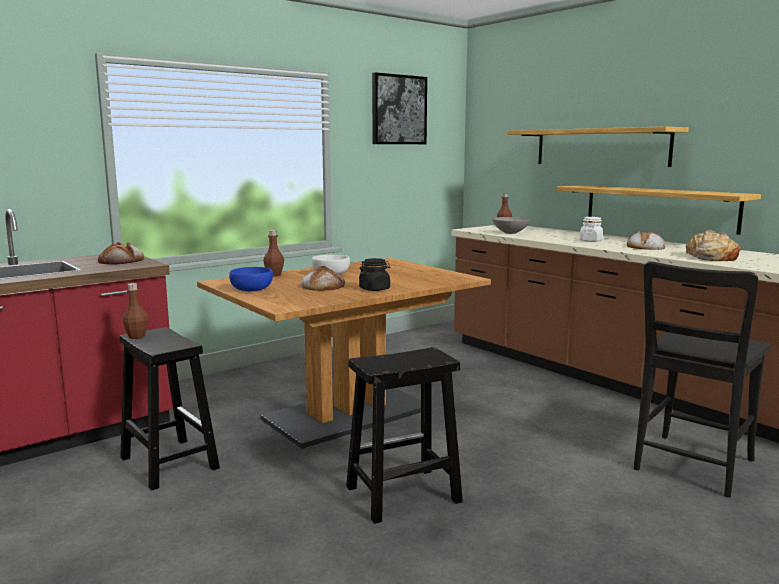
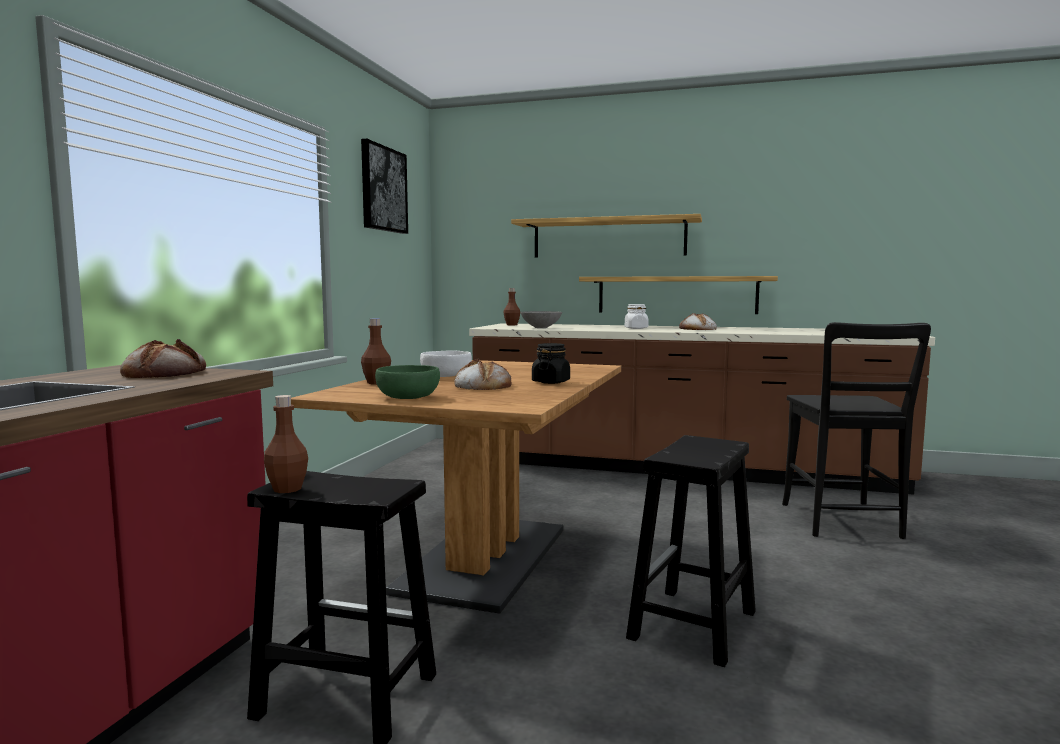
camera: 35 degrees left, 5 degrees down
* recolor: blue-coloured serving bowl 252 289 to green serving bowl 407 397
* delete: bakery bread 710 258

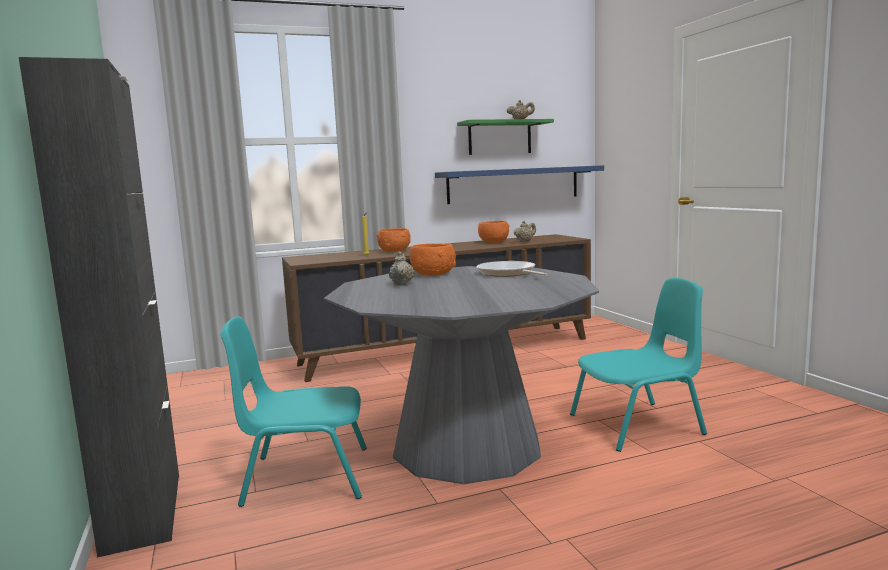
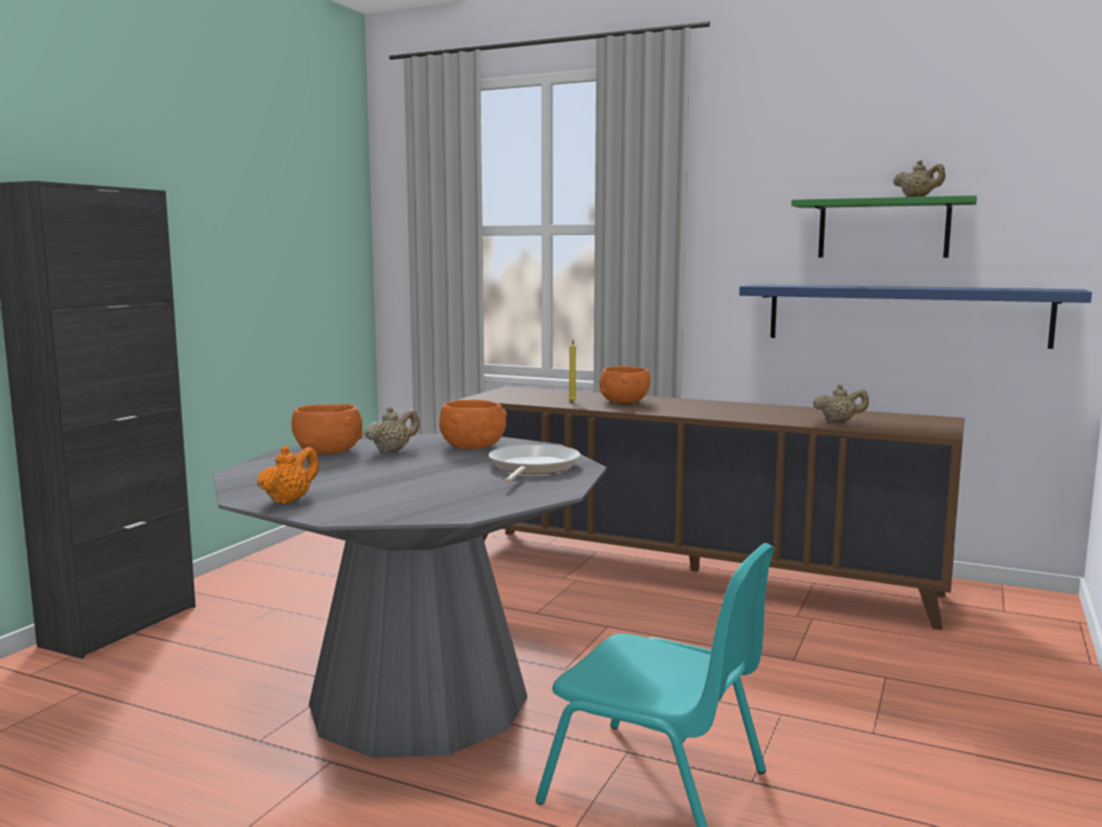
camera: 45 degrees right, 0 degrees up
* delete: blue-green plain chair 305 476
* move: orange serving bowl 493 242 to 327 451
* insert: orange pot for tea 289 500

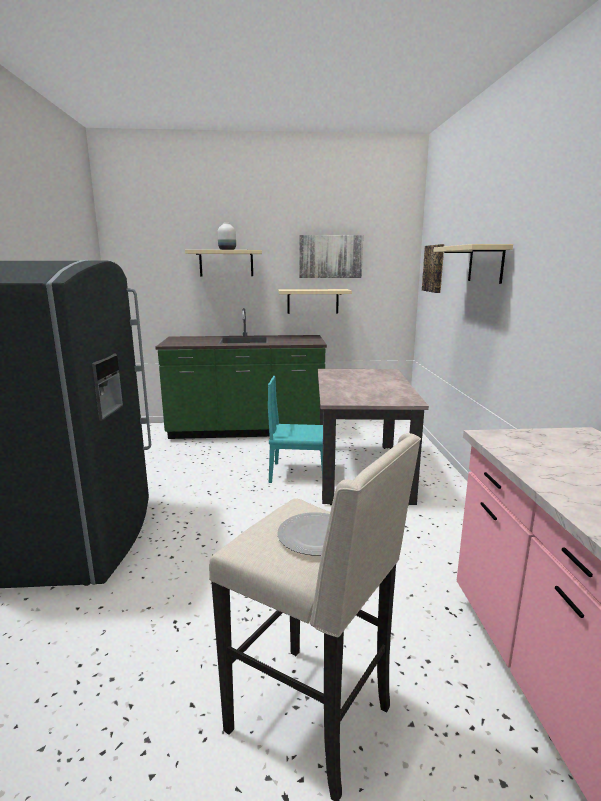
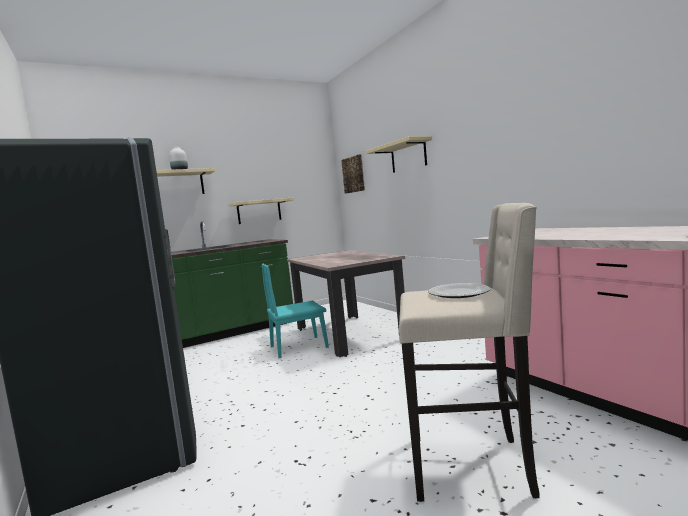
camera: 25 degrees left, 10 degrees down
* delete: picture 330 256

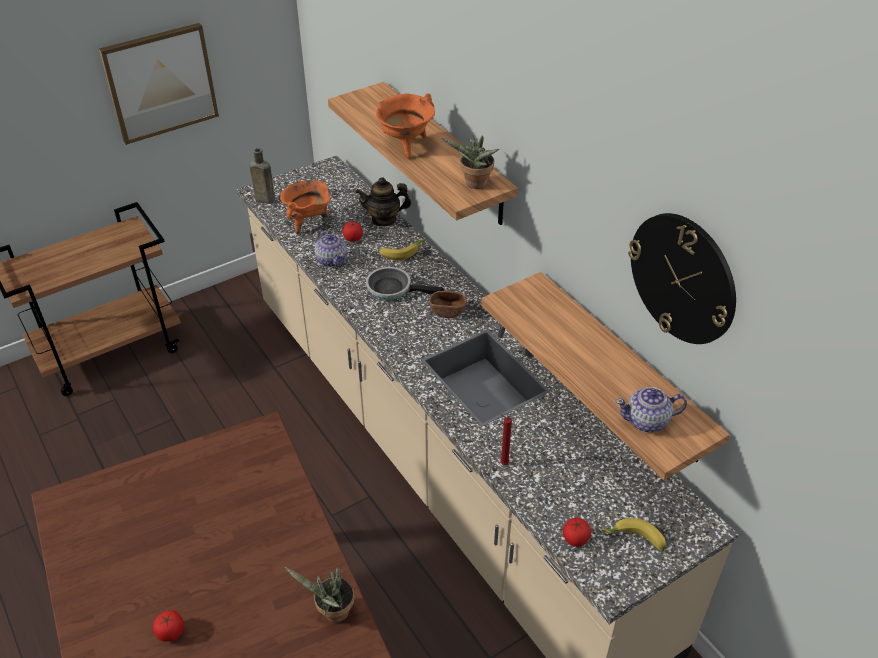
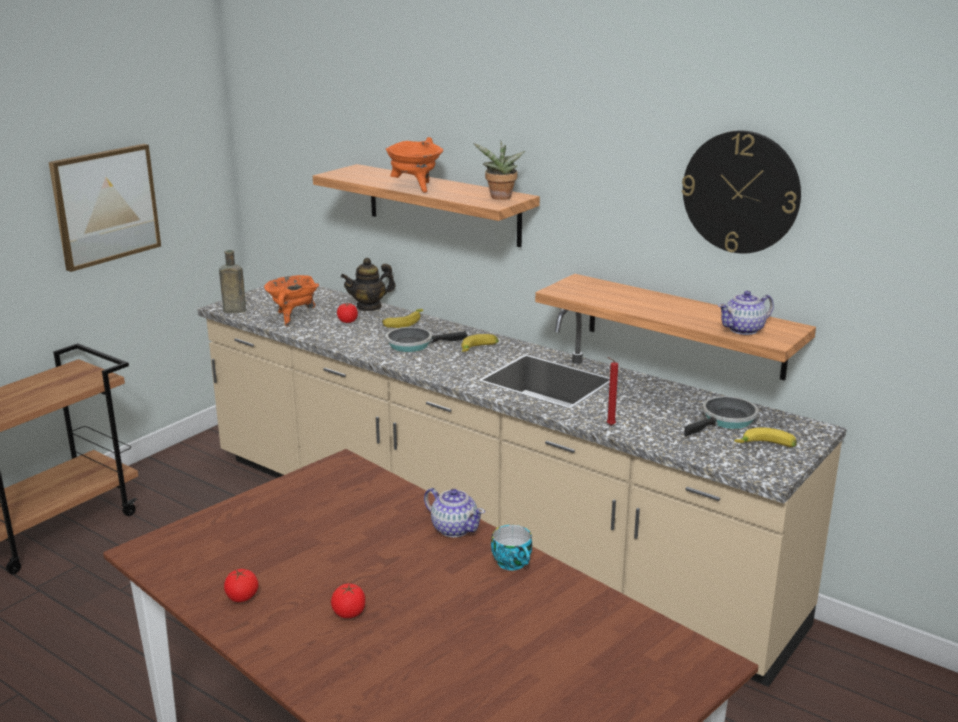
camera: 20 degrees left, 20 degrees down
* replace: houseplant 332 613 to drinking cup 513 563
* move: pot for tea 332 260 to 454 528
* replace: brownish serving bowl 447 311 to banana fruit 479 349
* move: fresh tomato 575 539 to 242 597
* insert: pan 726 420

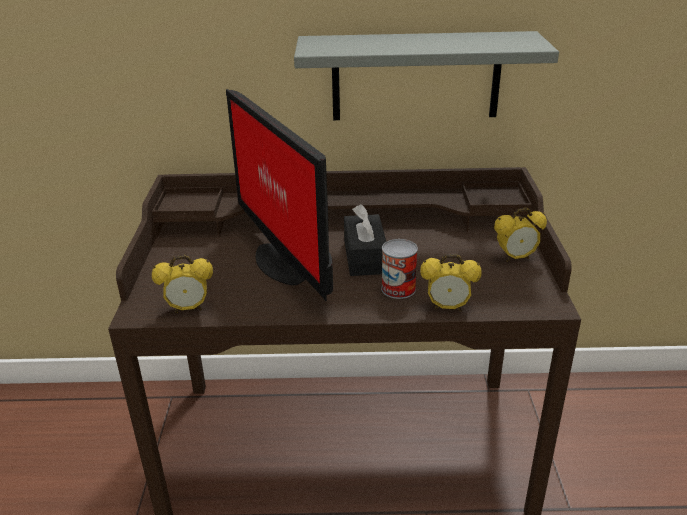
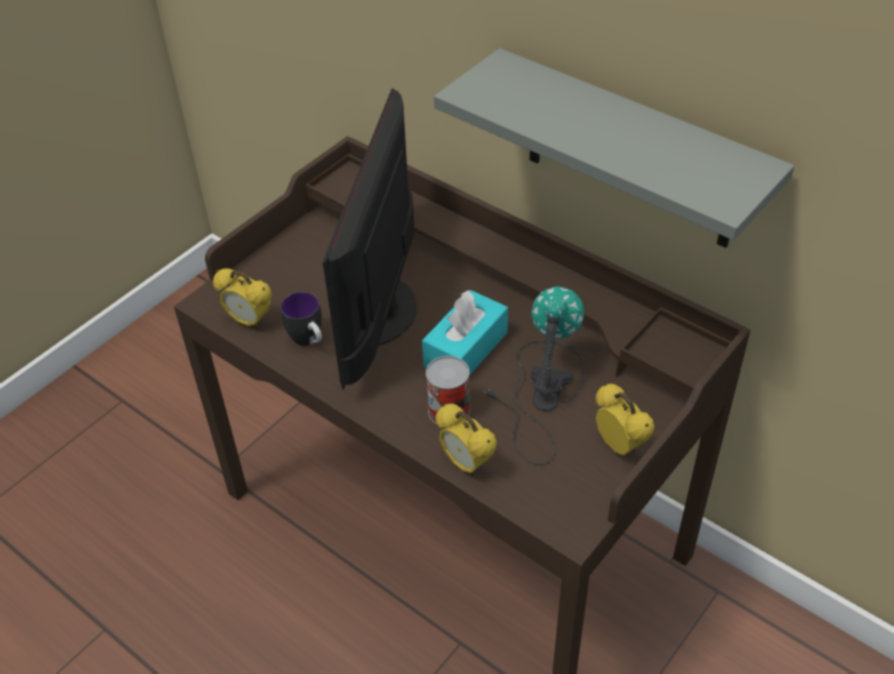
camera: 40 degrees right, 15 degrees up
* recolor: black box of tissues 365 257 to blue-green box of tissues 466 349
* rotate: table clock 515 258 = 619 446 150 degrees counterclockwise
* insert: coffee mug 309 342
* insert: lamp for a table 540 394

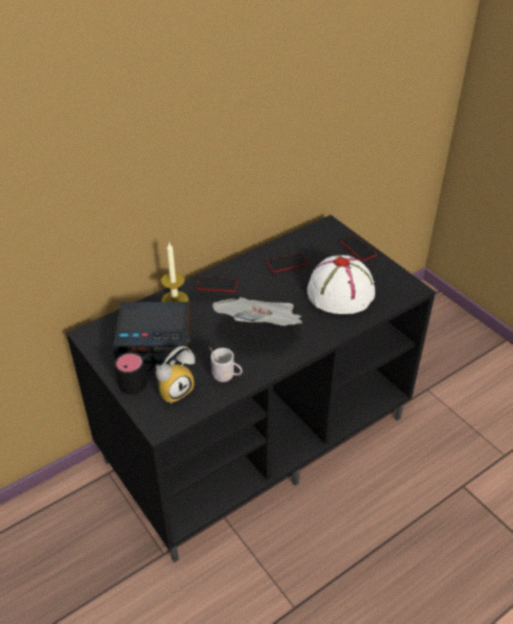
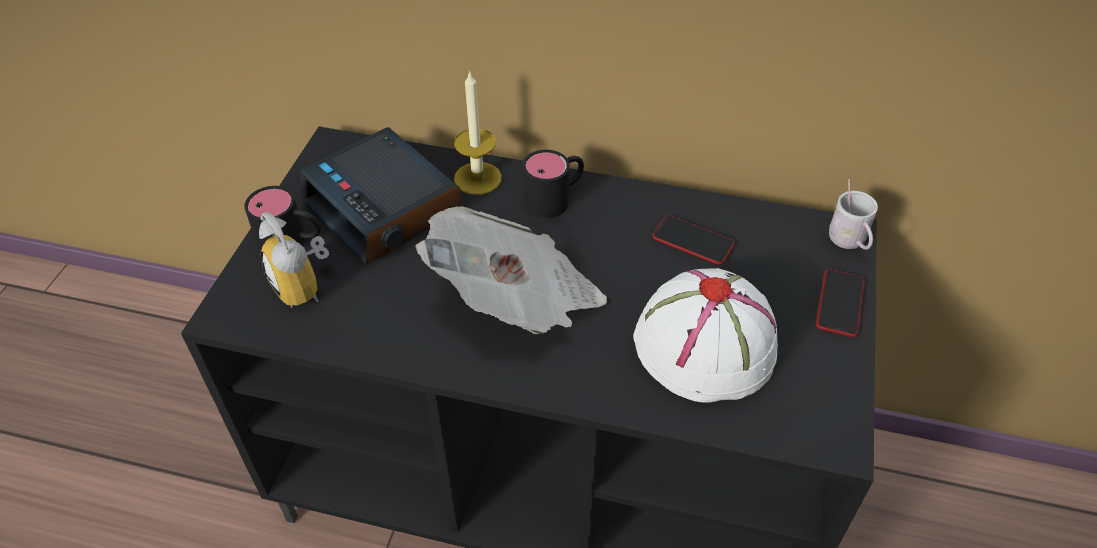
camera: 50 degrees right, 5 degrees up
* rotate: table clock 175 389 = 305 287 45 degrees clockwise
* replace: handset 216 285 to black coffee mug 555 198
* move: white-coloured coffee mug 226 377 to 848 243

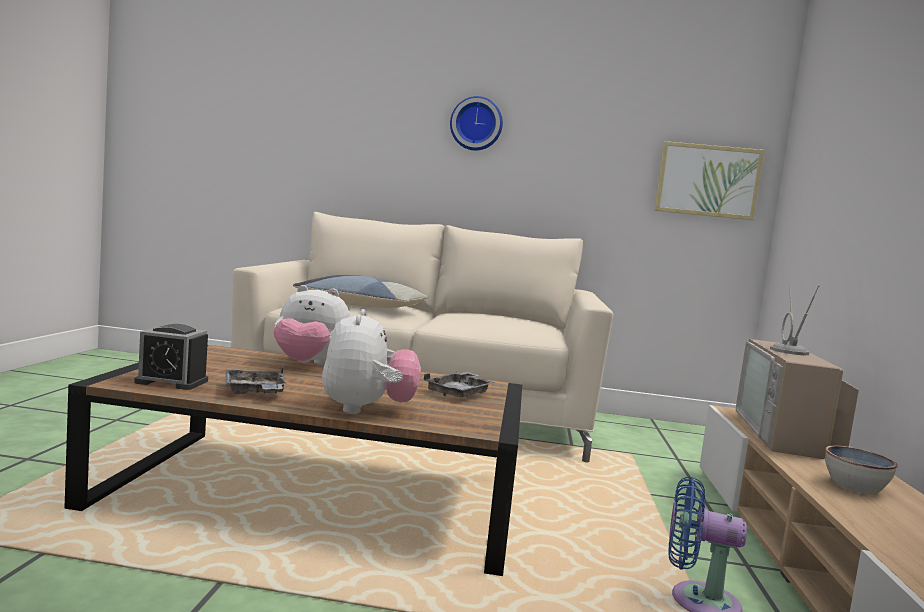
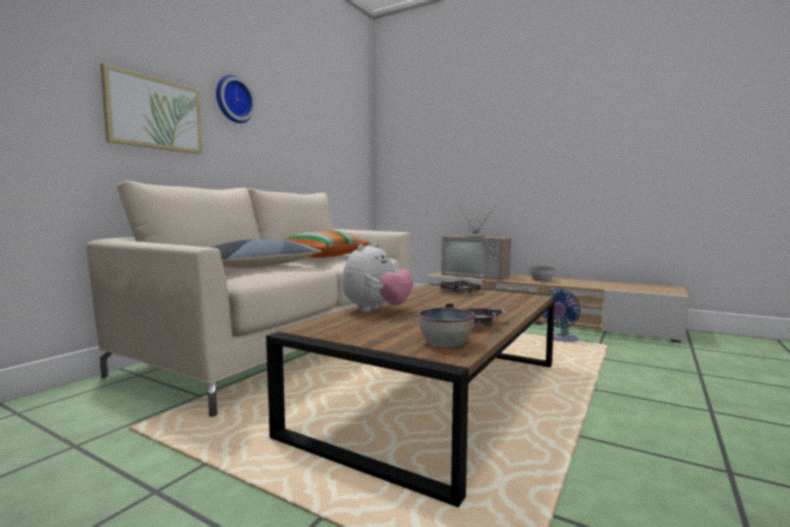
camera: 65 degrees left, 0 degrees up
* replace: table clock 172 381 to serving bowl 445 342
* delete: plush toy 367 410
* move: picture 707 181 to 154 113
* insert: cushion 322 256

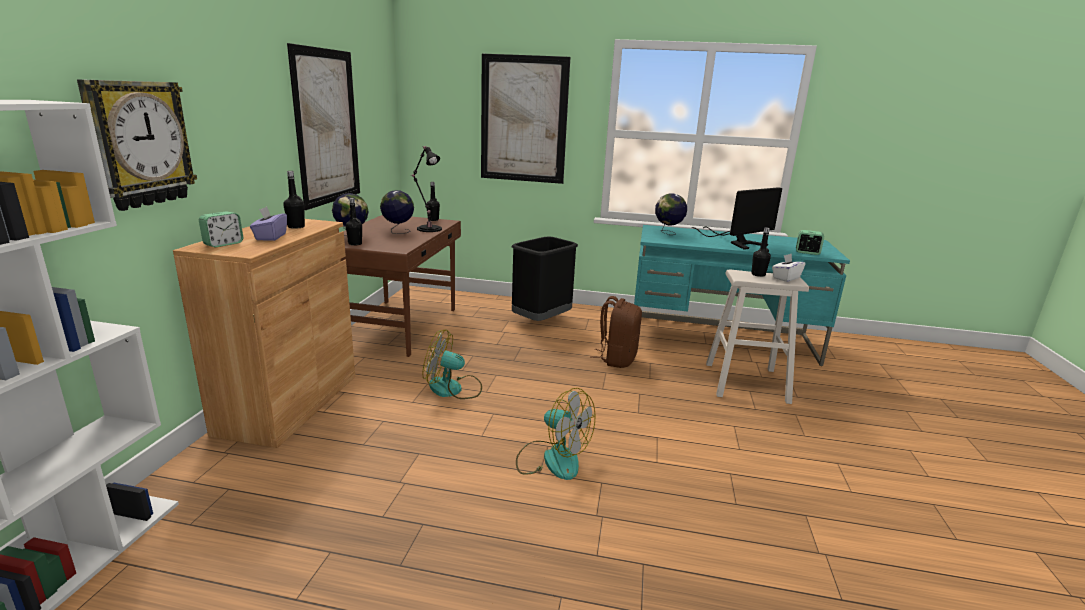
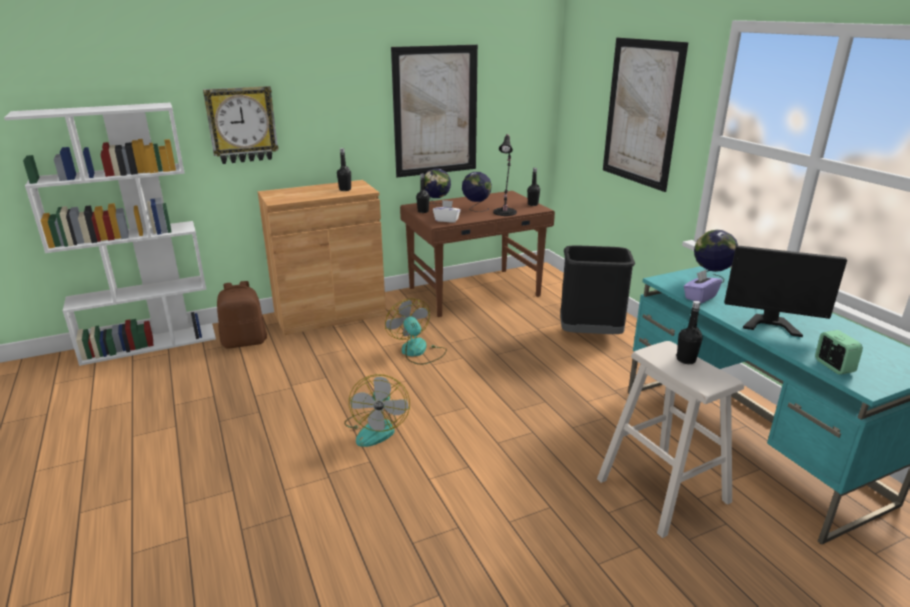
camera: 55 degrees right, 5 degrees up
* delete: table clock 223 244
* move: purple box of tissues 270 237 to 700 297
* move: brownish knapsack 616 359 to 245 342
* move: white-coloured box of tissues 785 278 to 447 220

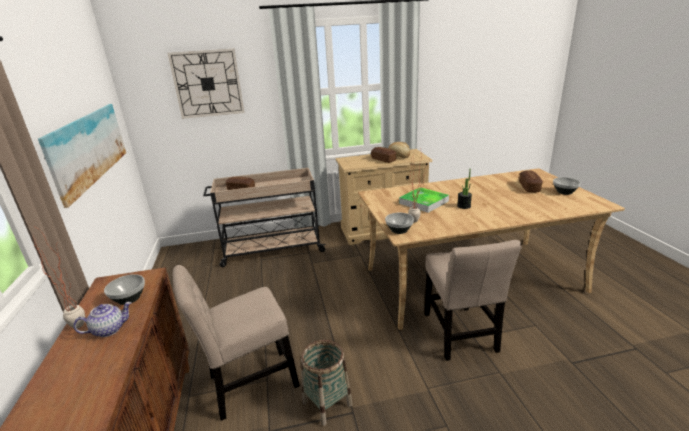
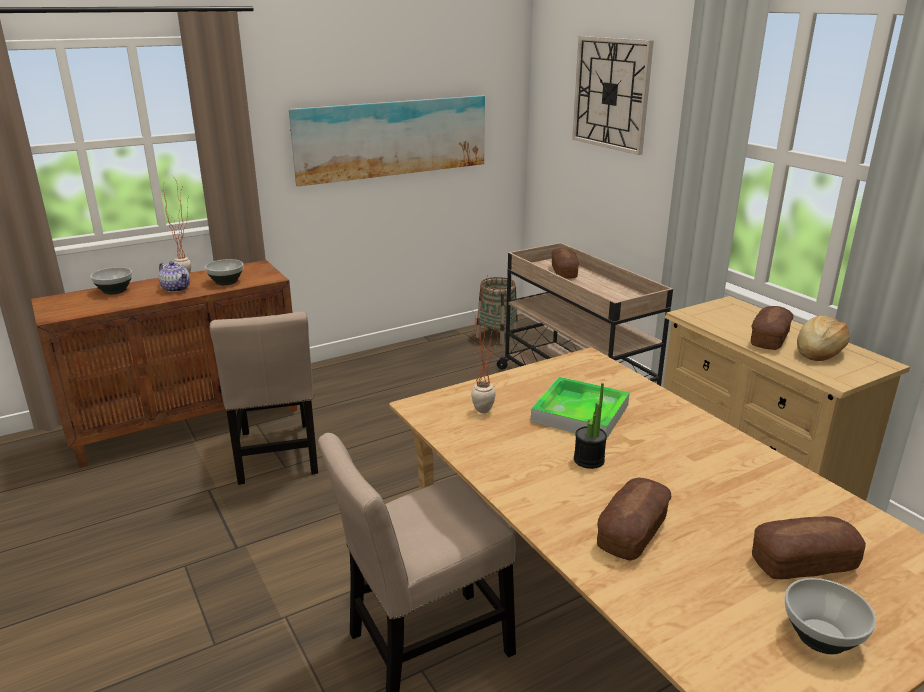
camera: 70 degrees right, 0 degrees up
* rotate: beige-coloured plain chair 248 384 = 277 456 150 degrees counterclockwise
* move: basket 327 403 to 497 335
* move: serving bowl 399 230 to 115 290
* insert: bakery bread 632 532

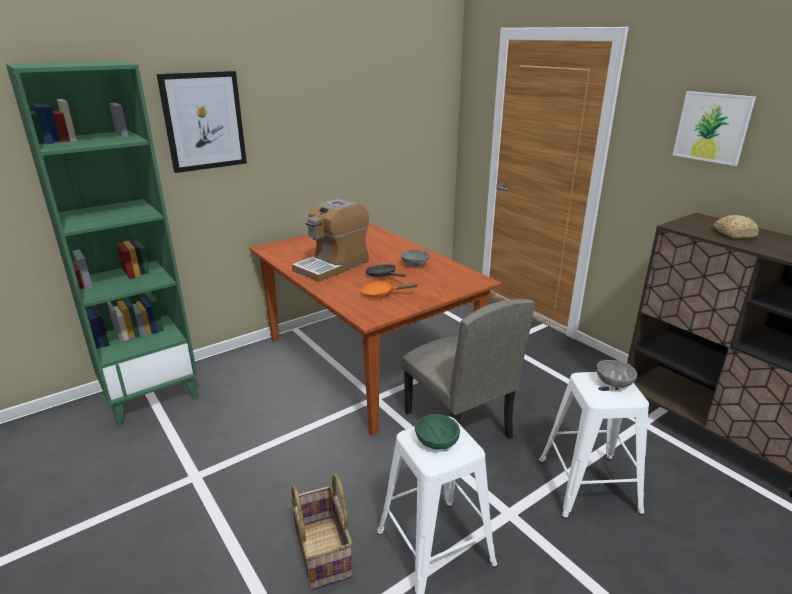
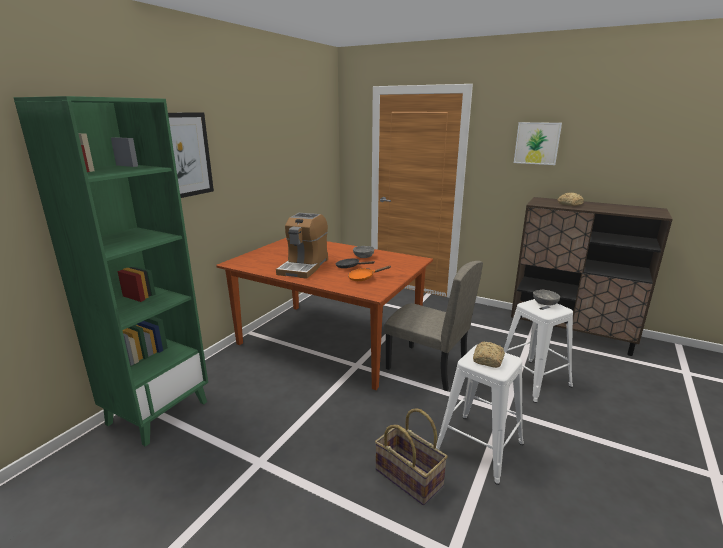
camera: 25 degrees left, 5 degrees down
* replace: green serving bowl 436 442 to bakery bread 487 360

